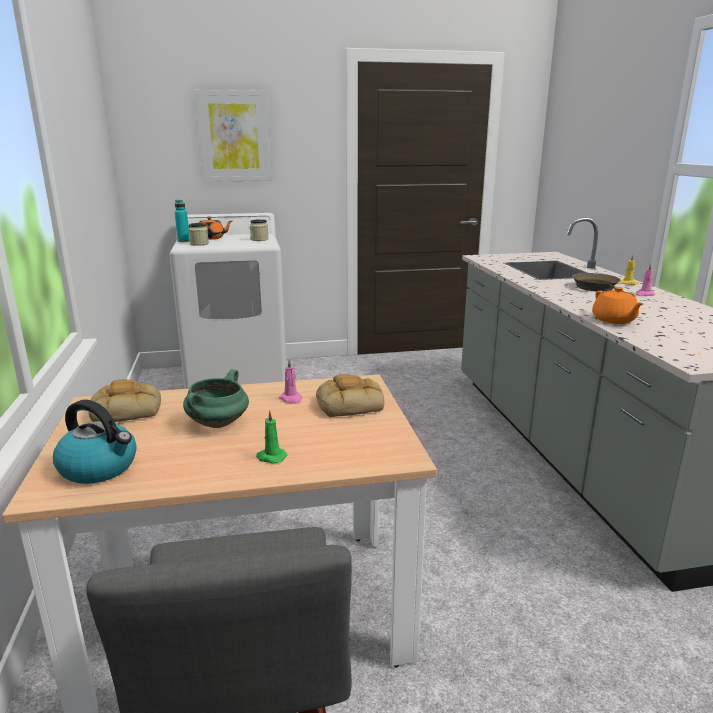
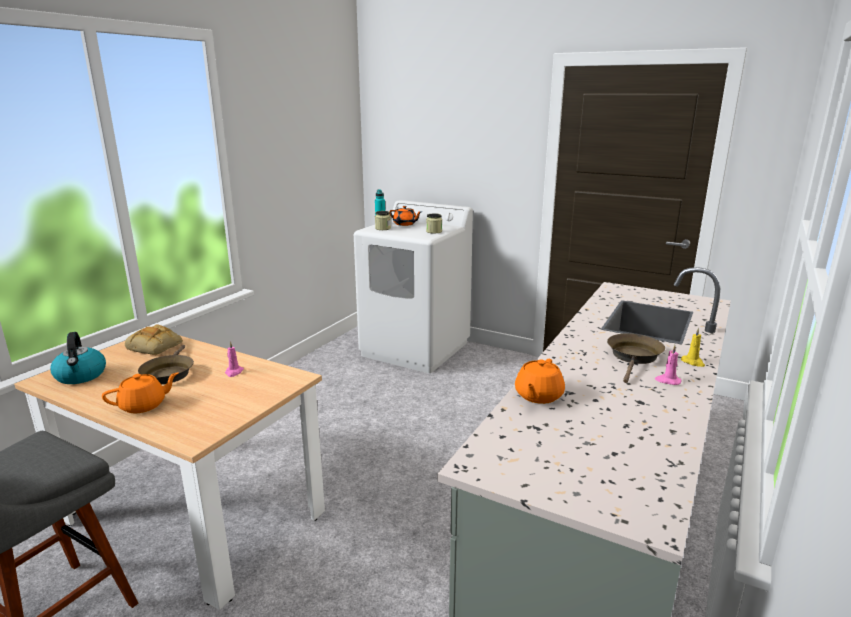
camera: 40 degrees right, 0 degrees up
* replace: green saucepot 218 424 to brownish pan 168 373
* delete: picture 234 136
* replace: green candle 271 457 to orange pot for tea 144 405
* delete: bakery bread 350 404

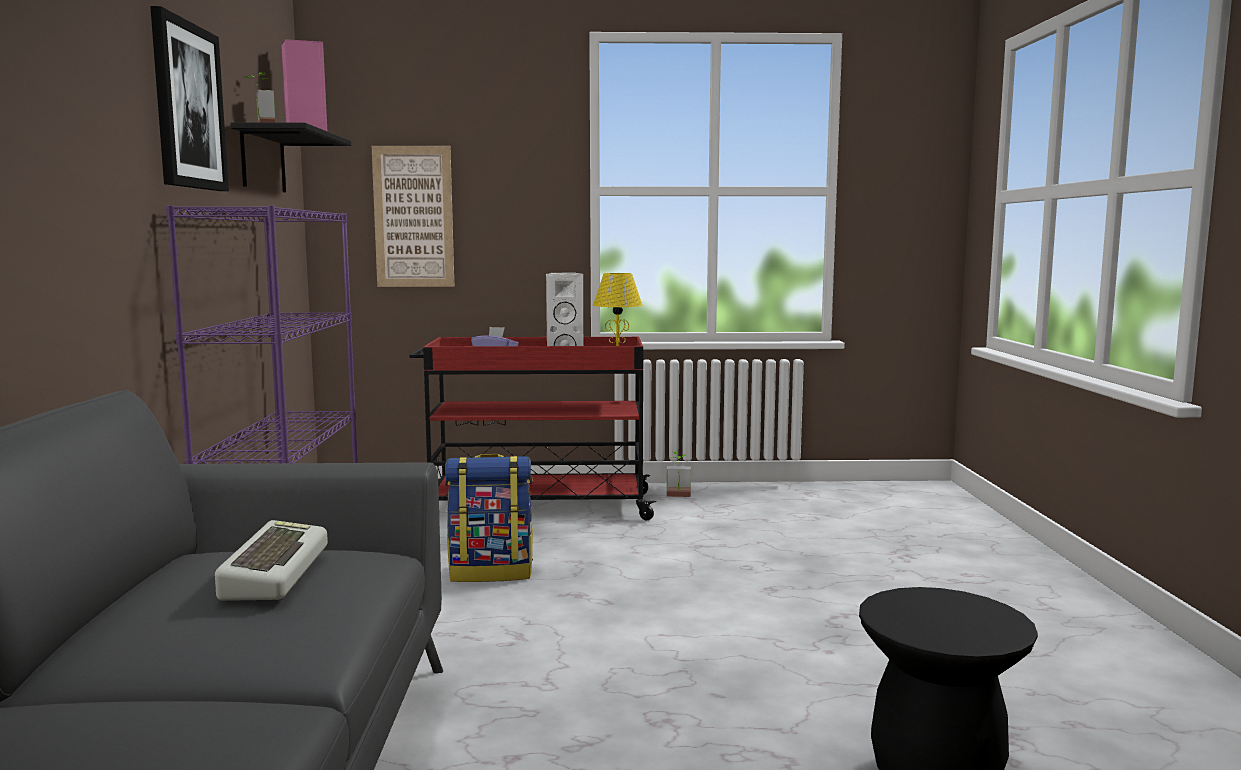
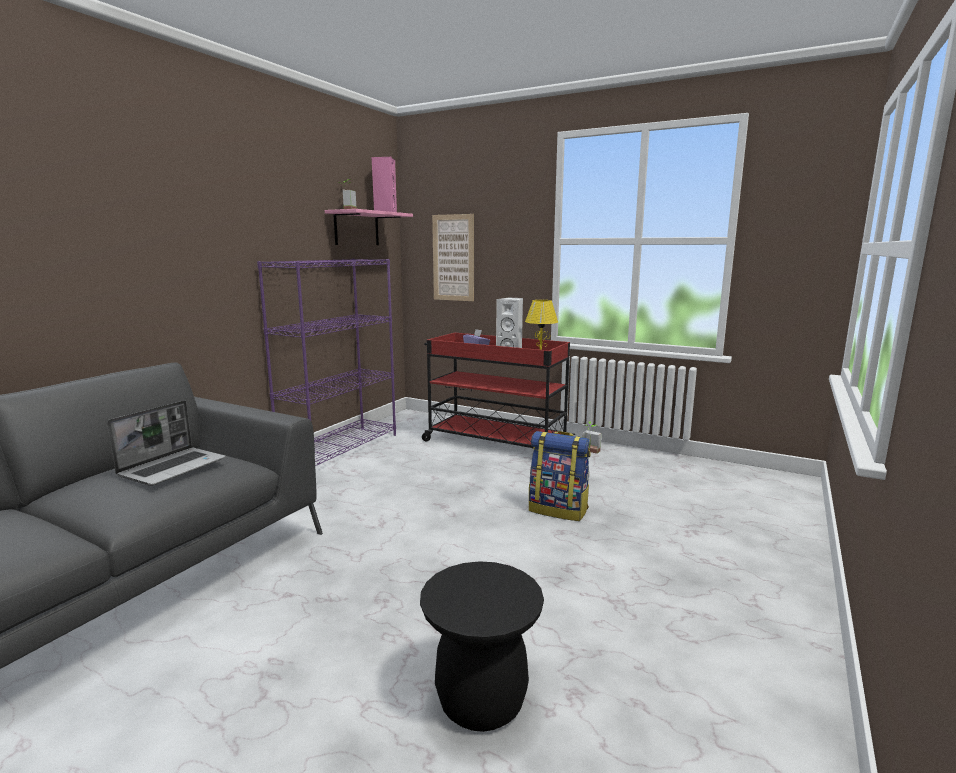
camera: 30 degrees right, 5 degrees up
* delete: picture 188 106
* replace: keyboard 272 571 to portable computer 173 467
* recolor: black wall shelf 263 161 to pink-coloured wall shelf 356 228
* move: knapsack 492 572 to 559 510

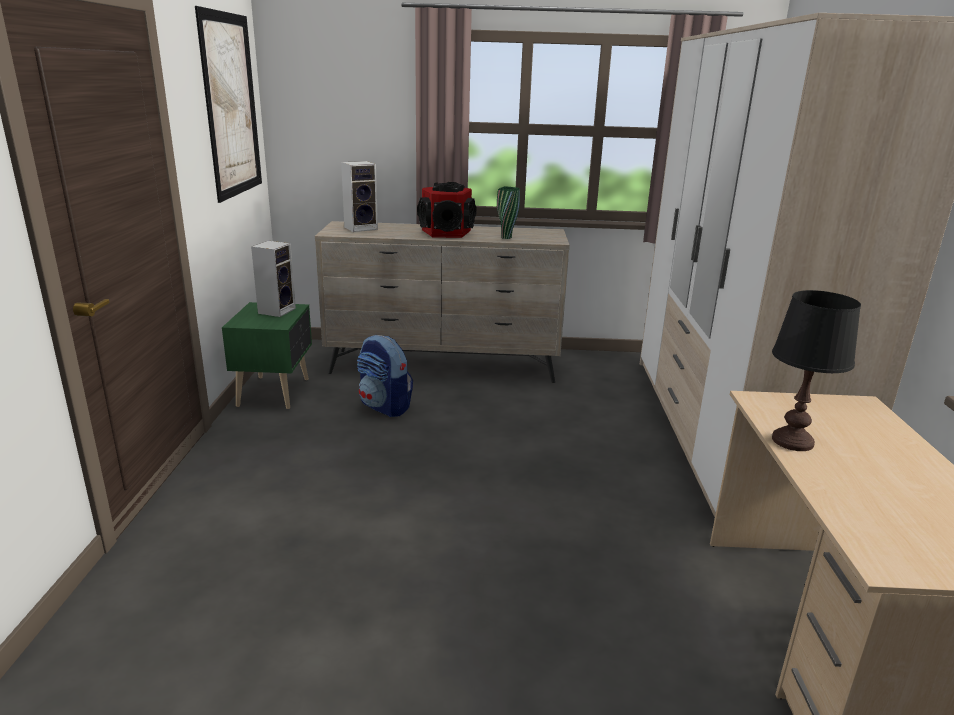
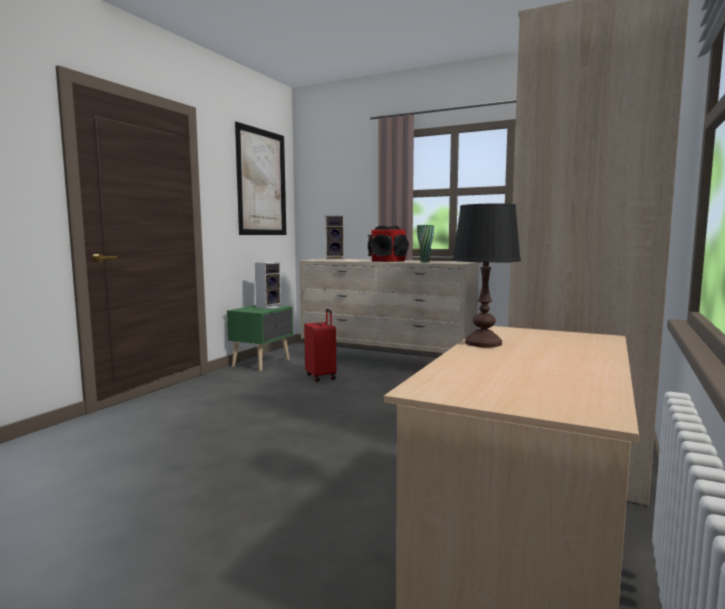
camera: 25 degrees right, 15 degrees down
* replace: knapsack 385 407 to red-coloured piece of luggage 321 376

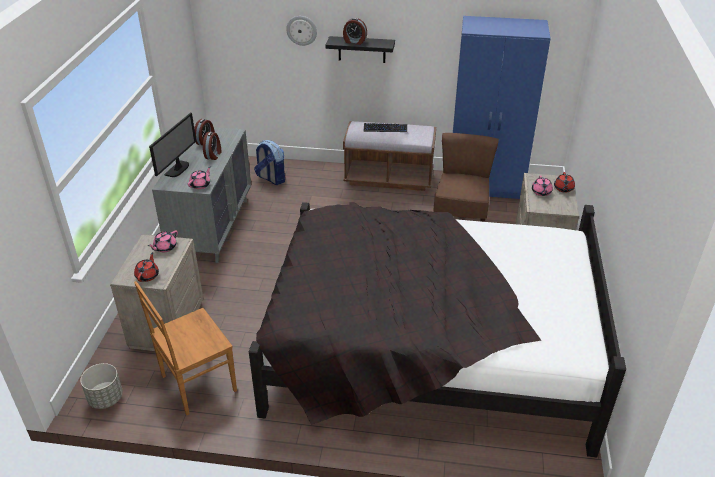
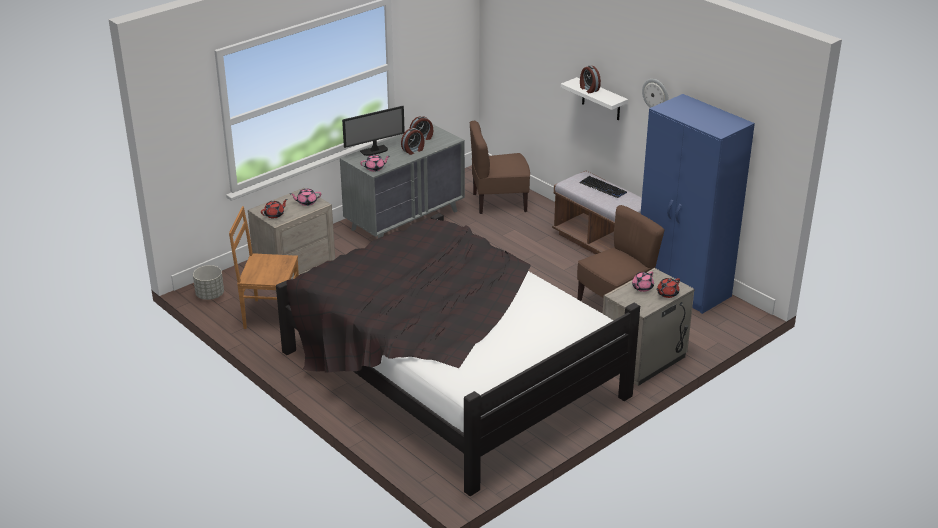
camera: 40 degrees right, 5 degrees down
* replace: knapsack 271 179 to brownish plain chair 499 202
* move: hanging clock 301 30 to 656 94
* recolor: black wall shelf 362 49 to white-coloured wall shelf 601 99

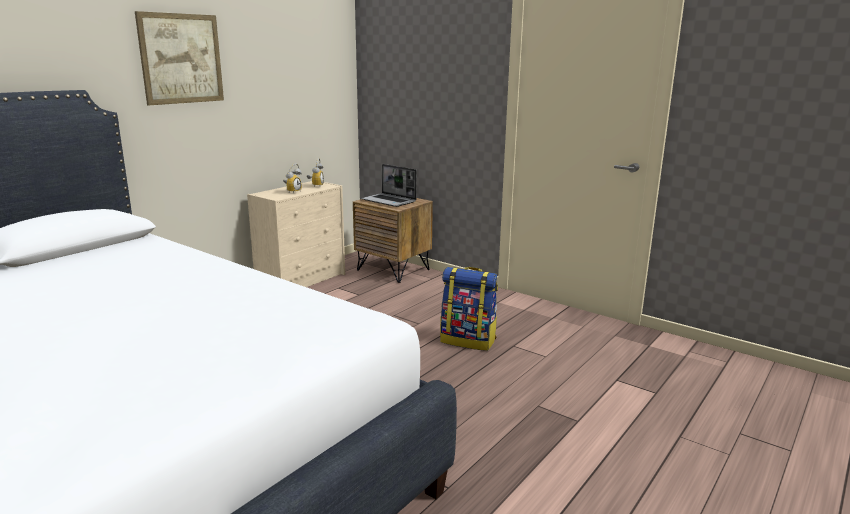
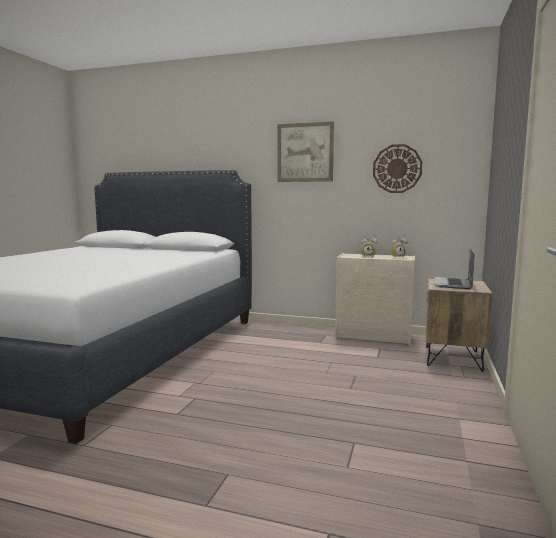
camera: 70 degrees right, 10 degrees down
* delete: knapsack 468 340
* insert: hanging clock 397 168

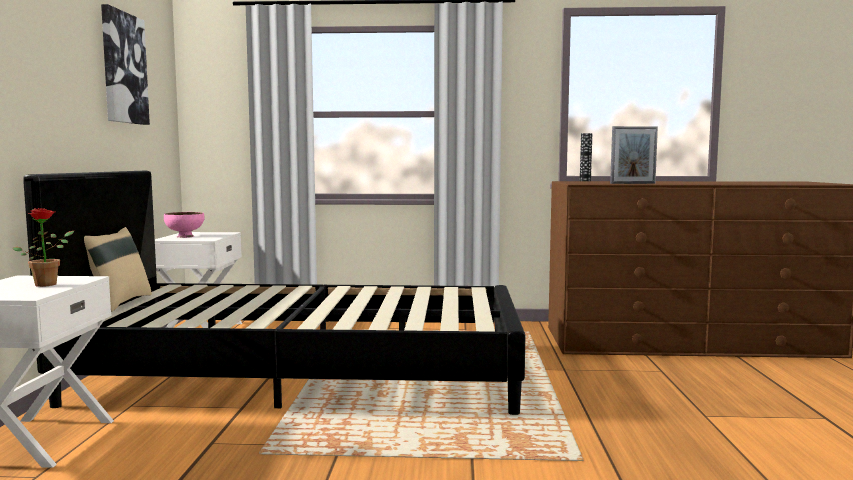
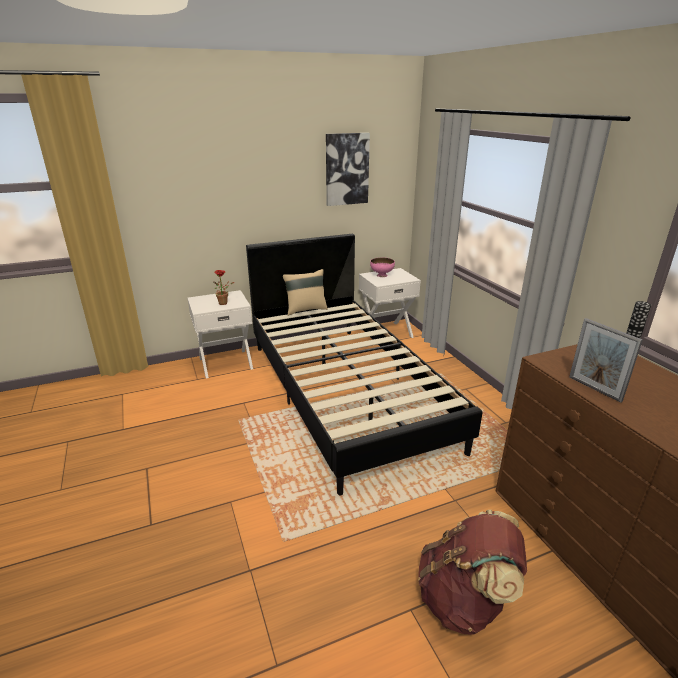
camera: 65 degrees right, 20 degrees up
* insert: brownish knapsack 464 600

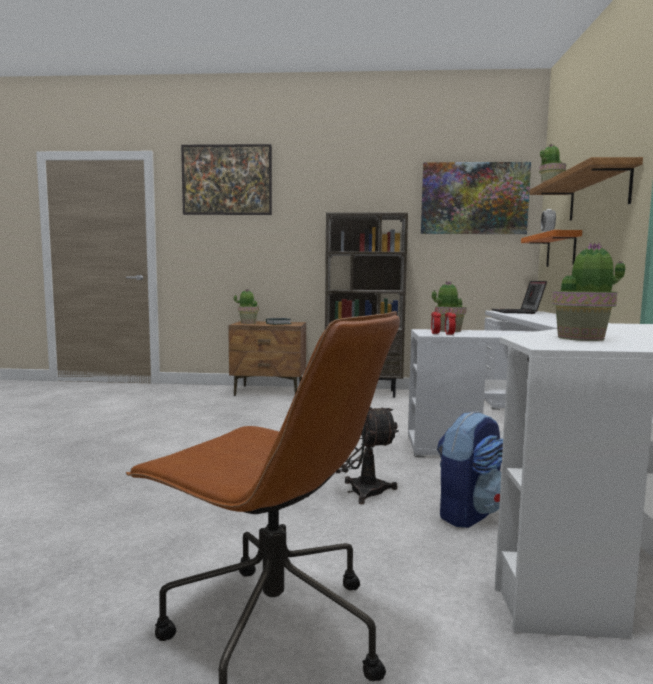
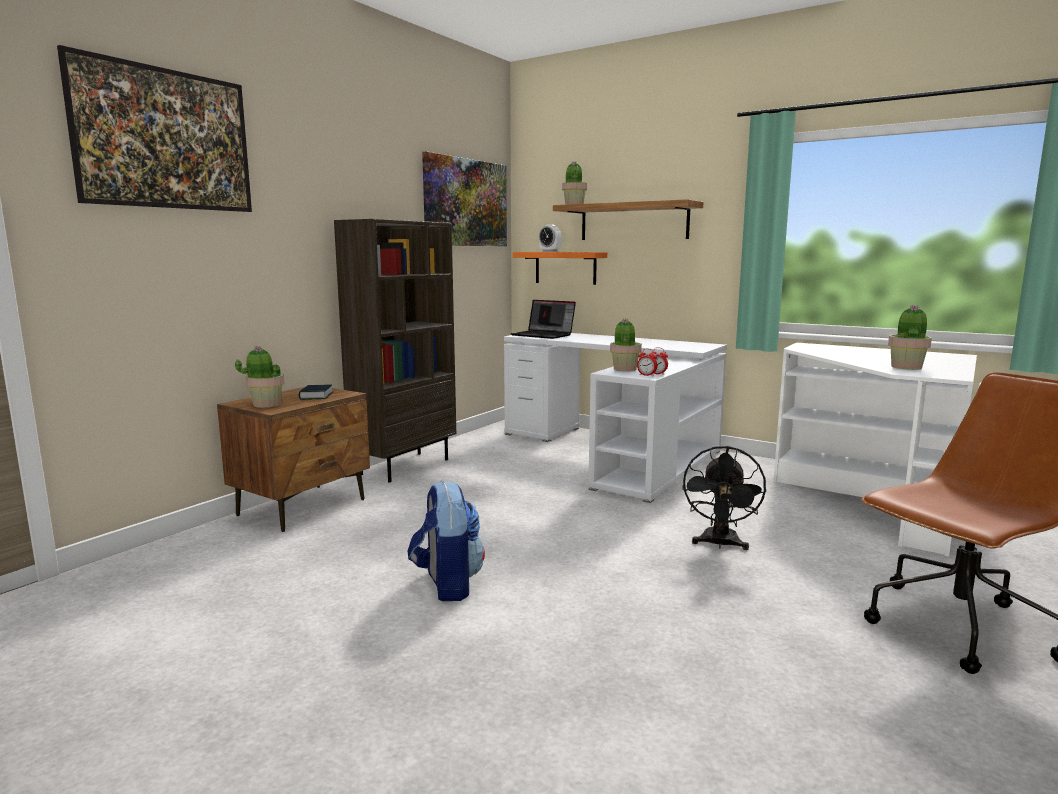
camera: 60 degrees left, 5 degrees up
* move: knapsack 468 513 to 447 584

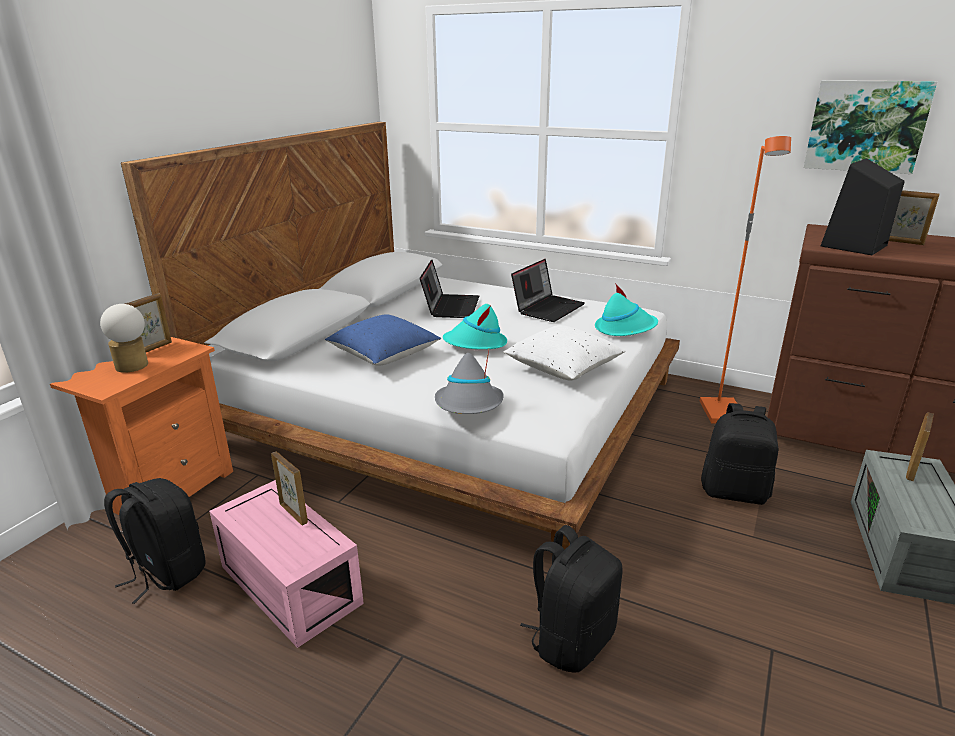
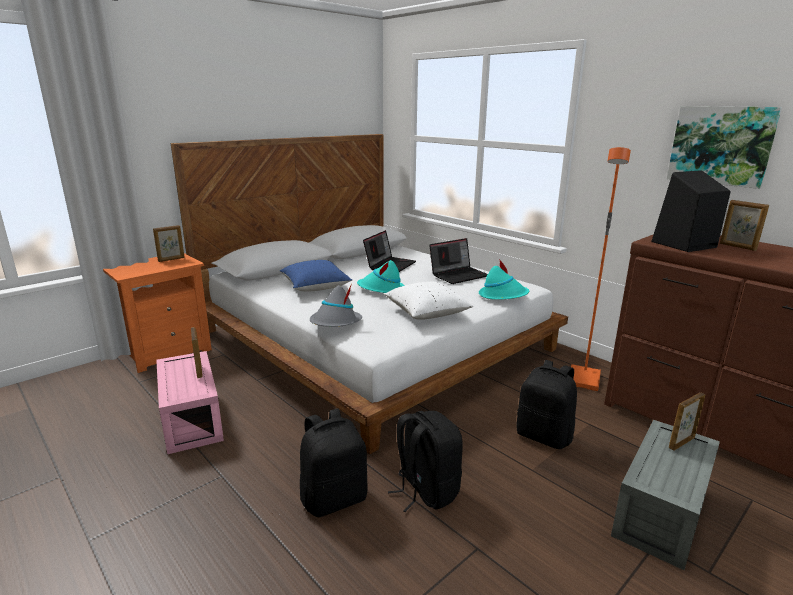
camera: 20 degrees right, 5 degrees down
* delete: lamp for a table 133 367
* move: black knapsack 166 572 to 425 490

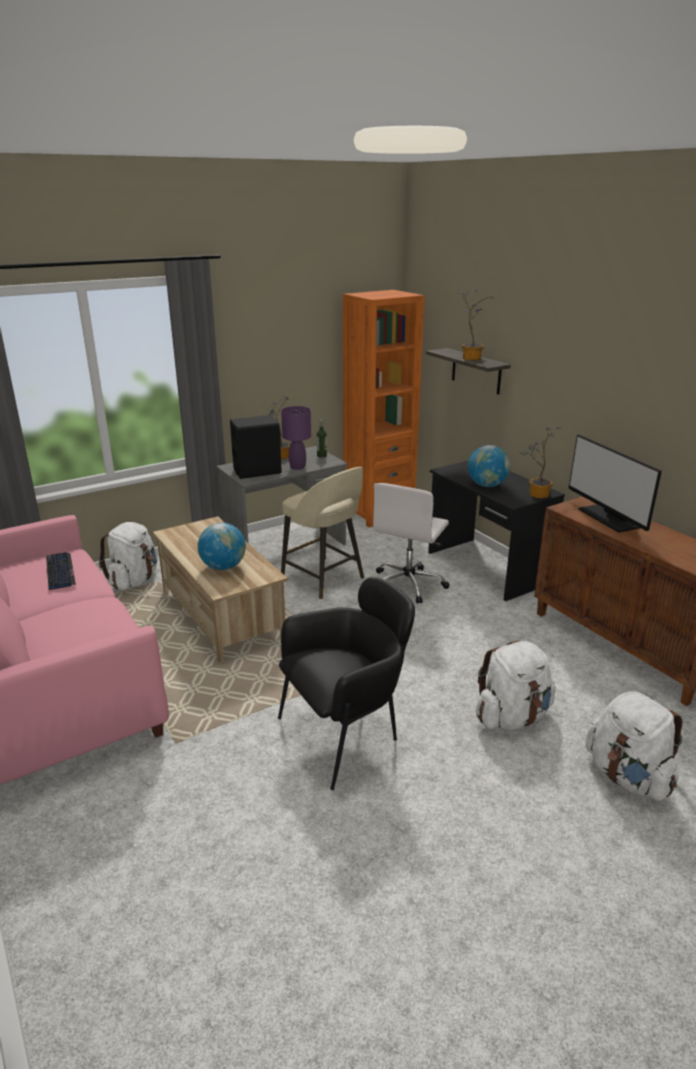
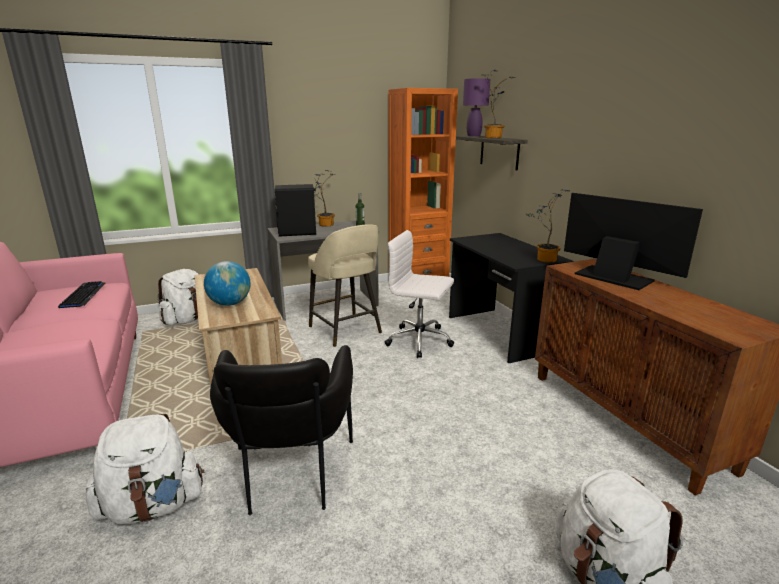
camera: 10 degrees right, 5 degrees down
* rotate: black armchair 346 734 = 291 479 105 degrees clockwise
* move: purple lamp for a table 298 467 to 474 136
* rotate: white-coloured office chair 409 584 = 420 341 75 degrees clockwise
* delete: world globe 487 485
* move: white-coloured knapsack 512 717 to 152 506
* rotate: computer display 610 518 = 614 277 150 degrees clockwise

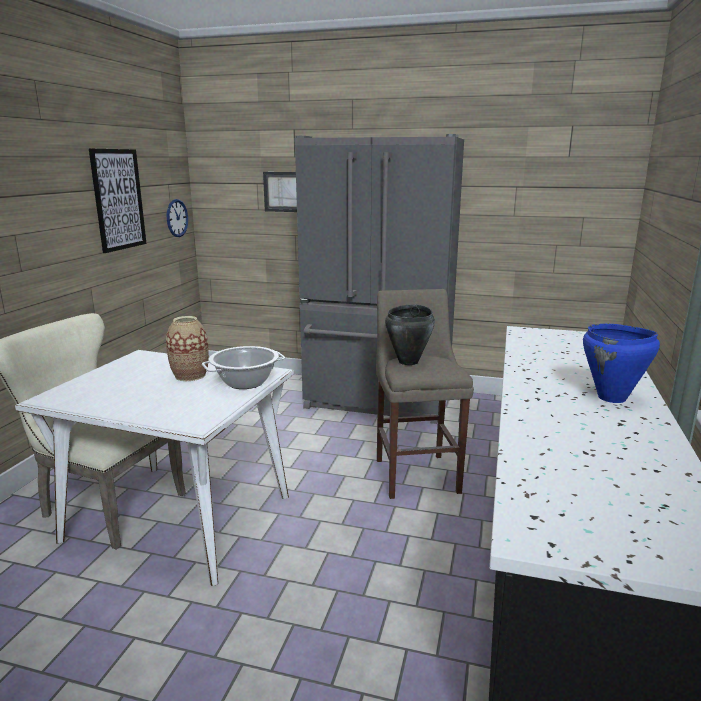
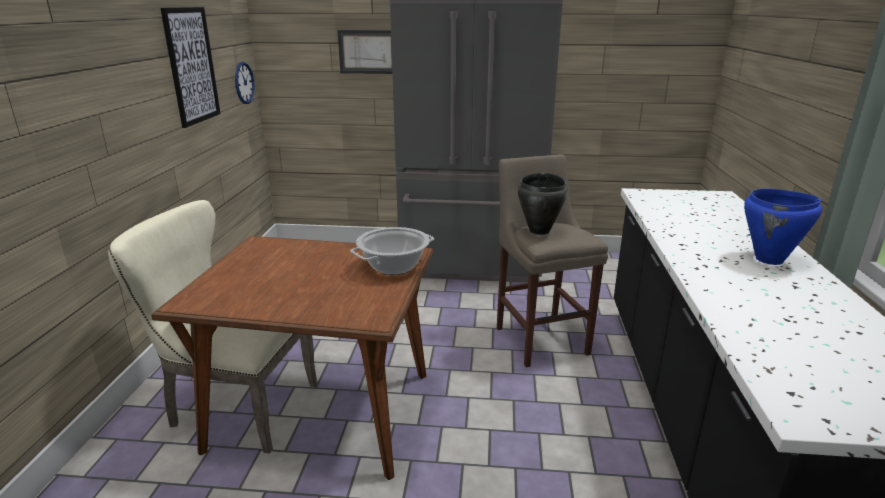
camera: 10 degrees left, 5 degrees up
* recolor: white-coloured dining table 178 518 to brownish dining table 321 411
* delete: flower vase 190 376

